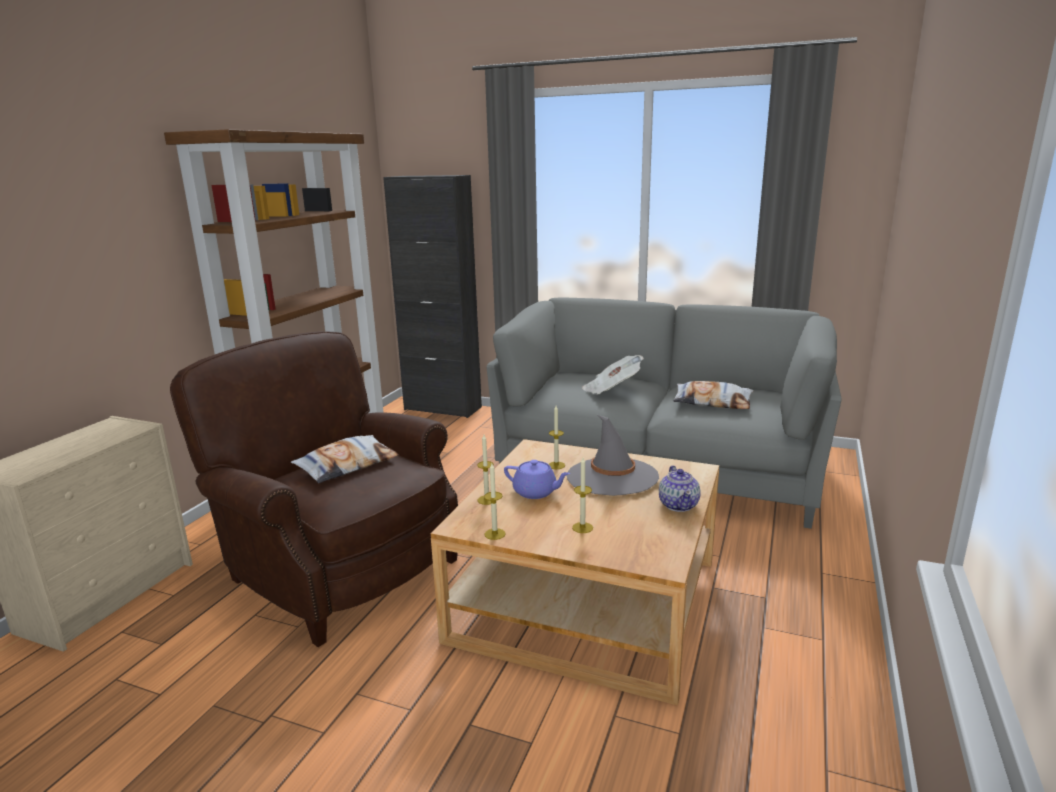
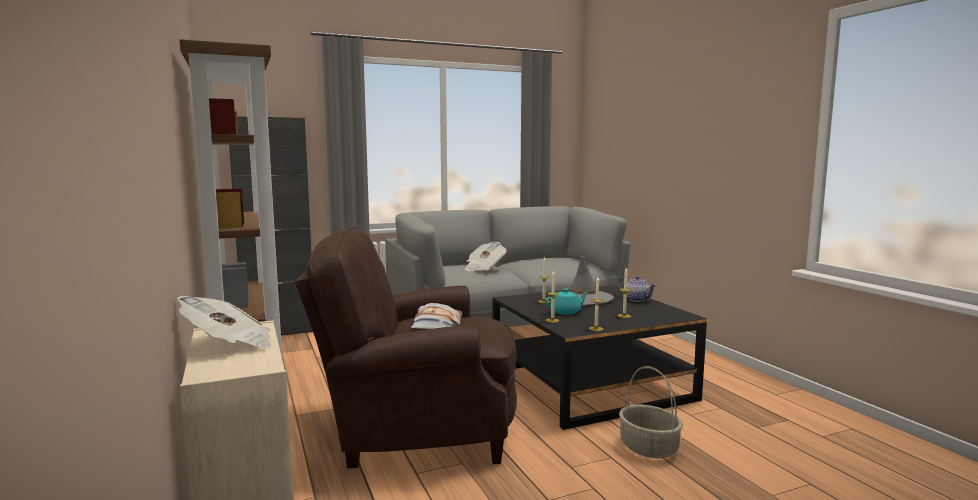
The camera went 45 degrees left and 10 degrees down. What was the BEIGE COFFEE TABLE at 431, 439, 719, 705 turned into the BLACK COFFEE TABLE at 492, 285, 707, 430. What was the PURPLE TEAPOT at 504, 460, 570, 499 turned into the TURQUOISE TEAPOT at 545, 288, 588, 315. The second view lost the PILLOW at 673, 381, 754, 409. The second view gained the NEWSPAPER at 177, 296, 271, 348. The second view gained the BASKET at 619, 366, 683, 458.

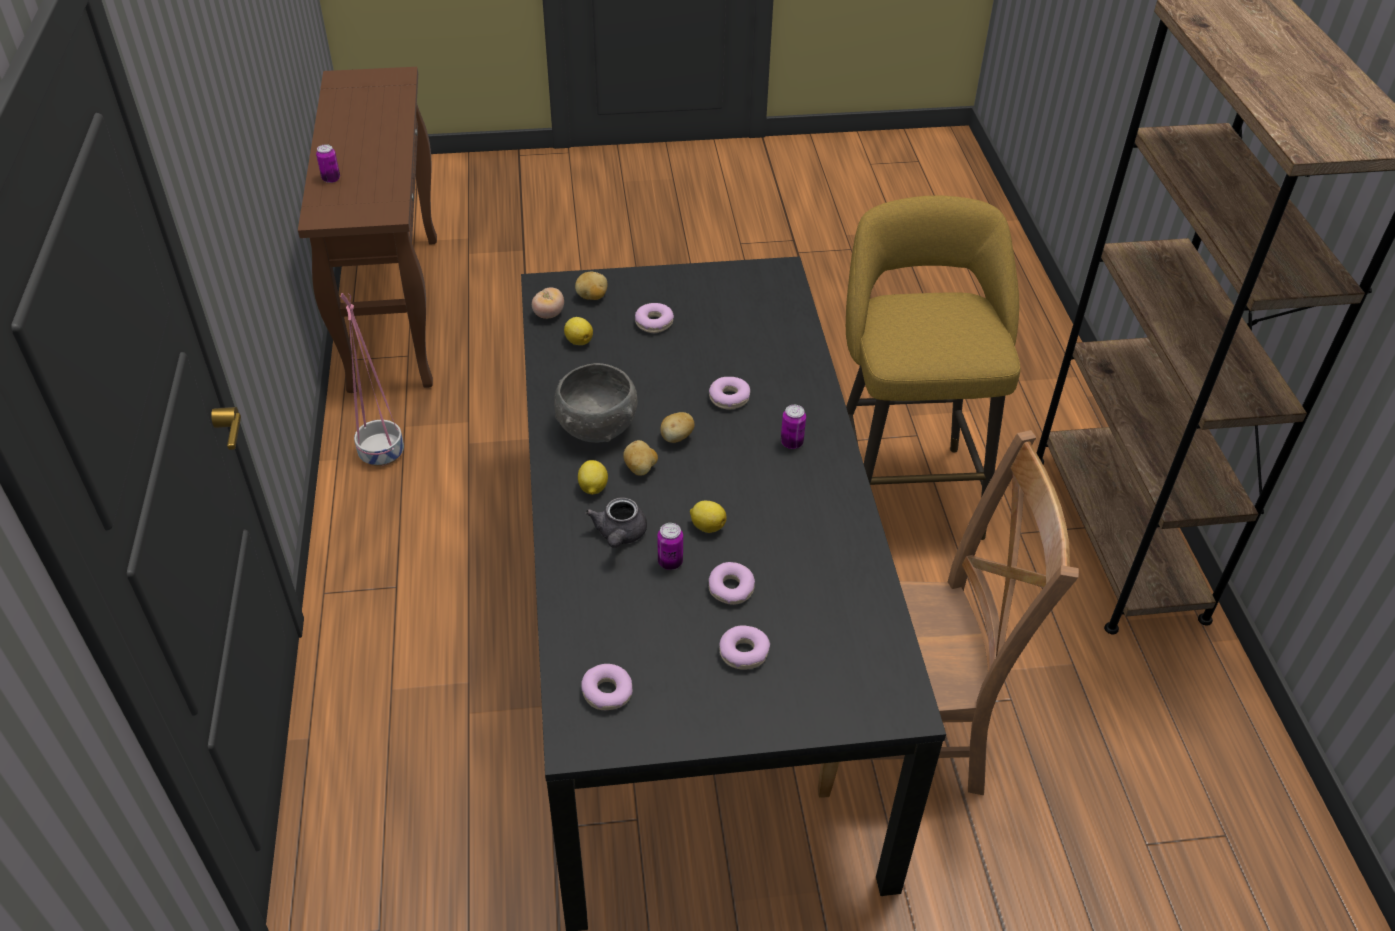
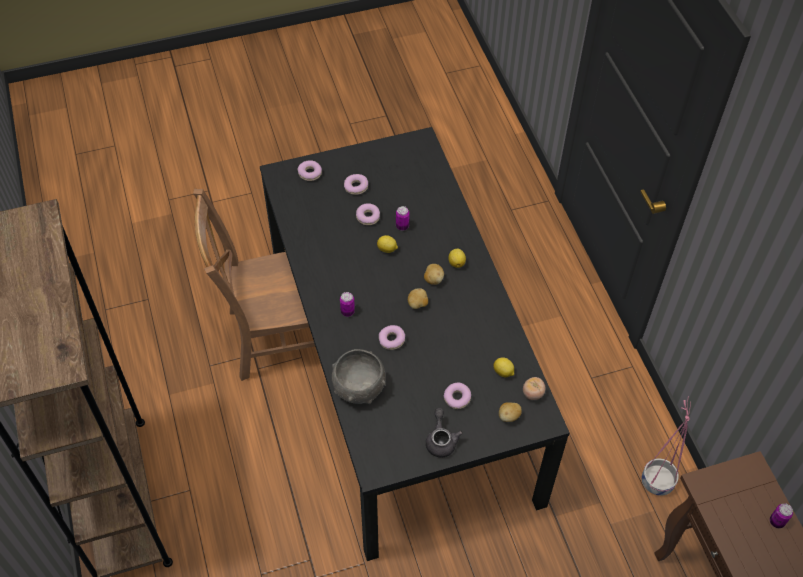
The camera went 170 degrees right and 10 degrees up. The GREY BOWL ended up elsewhere, having gone from 554, 363, 637, 443 to 332, 349, 386, 404. The DONUT ended up elsewhere, having gone from 581, 664, 633, 710 to 297, 160, 322, 181. The GREY TEAPOT ended up elsewhere, having gone from 585, 498, 647, 548 to 426, 408, 463, 458. The second view lost the YELLOW STOOL at 846, 195, 1020, 540.

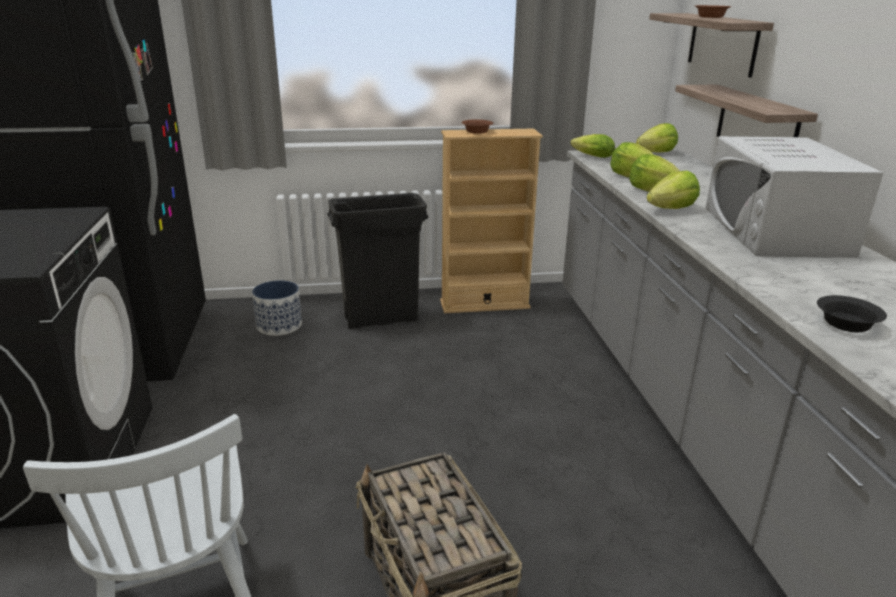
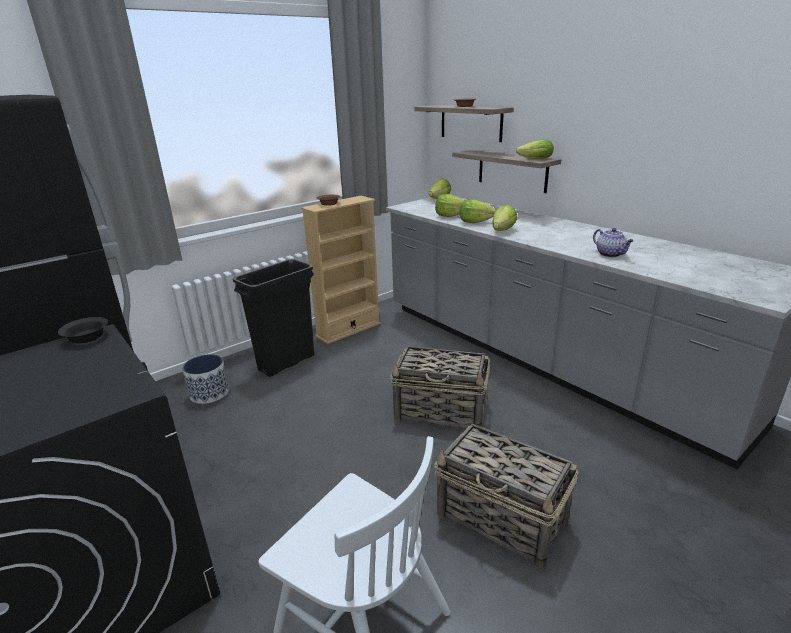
The camera went 30 degrees left and 0 degrees up. The LETTUCE ended up elsewhere, having gone from 571, 134, 615, 158 to 516, 140, 554, 159. The second view lost the WHITE MICROWAVE at 706, 136, 883, 258. The BLACK BOWL ended up elsewhere, having gone from 817, 295, 887, 332 to 58, 317, 108, 343. The second view gained the BASKET at 390, 346, 490, 428. The second view gained the TEAPOT at 593, 228, 634, 257.

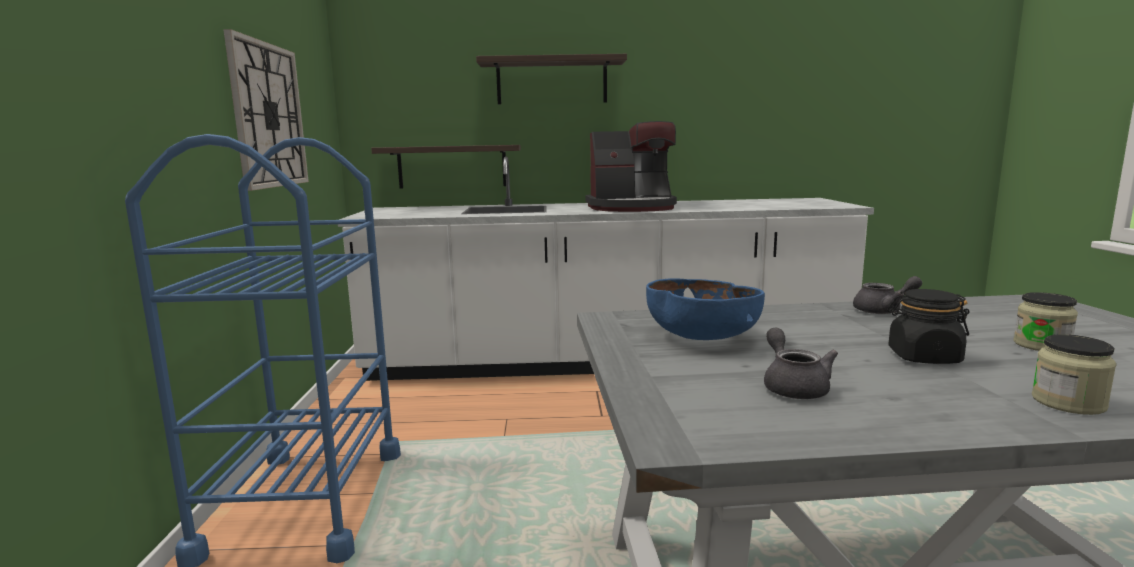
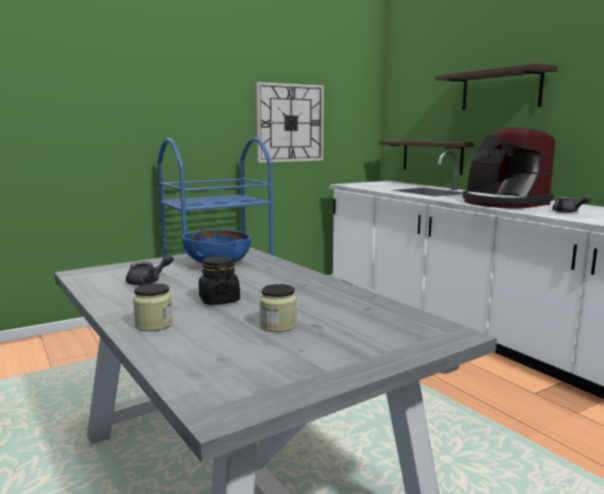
The camera went 60 degrees right and 0 degrees up. The GREY TEAPOT ended up elsewhere, having gone from 853, 276, 922, 314 to 552, 195, 591, 213.

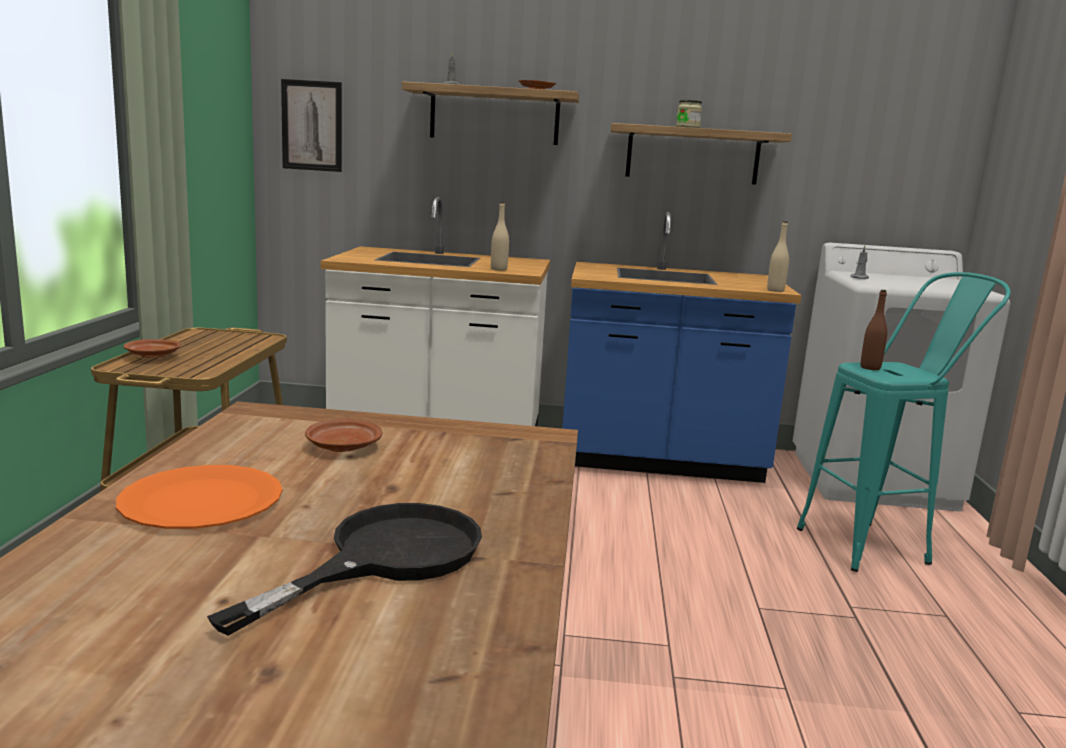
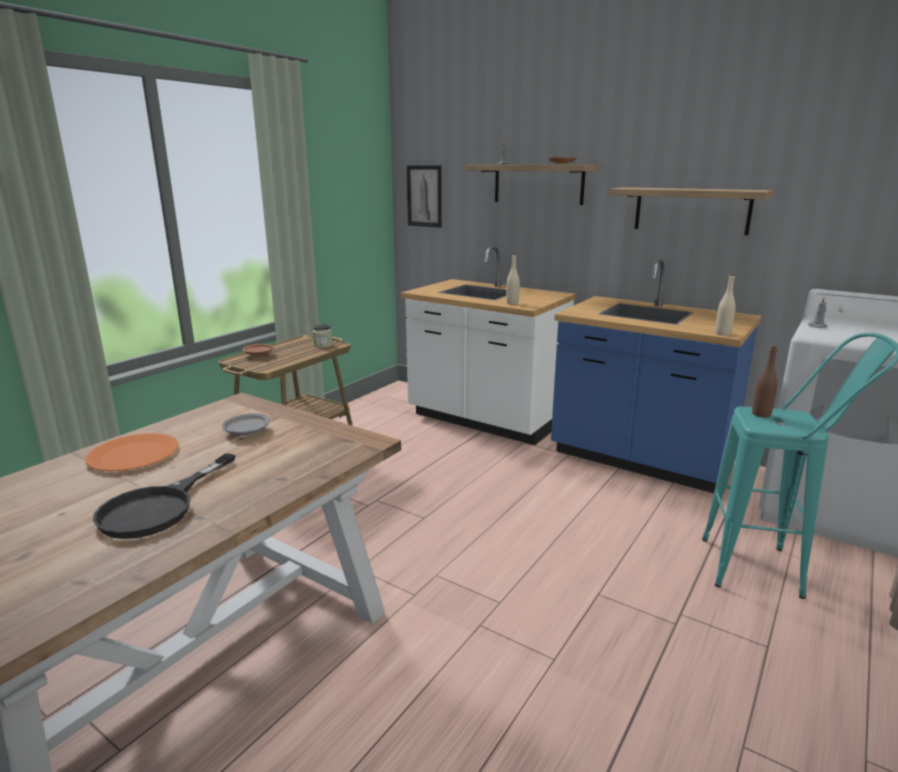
The camera went 30 degrees right and 5 degrees up. The BLACK FRYING PAN at 207, 503, 482, 636 ended up facing another way, 135 degrees clockwise from before. What was the BROWN PLATE at 305, 419, 382, 452 turned into the GREY PLATE at 222, 413, 270, 435. The JAR ended up elsewhere, having gone from 676, 100, 702, 128 to 313, 324, 333, 348.

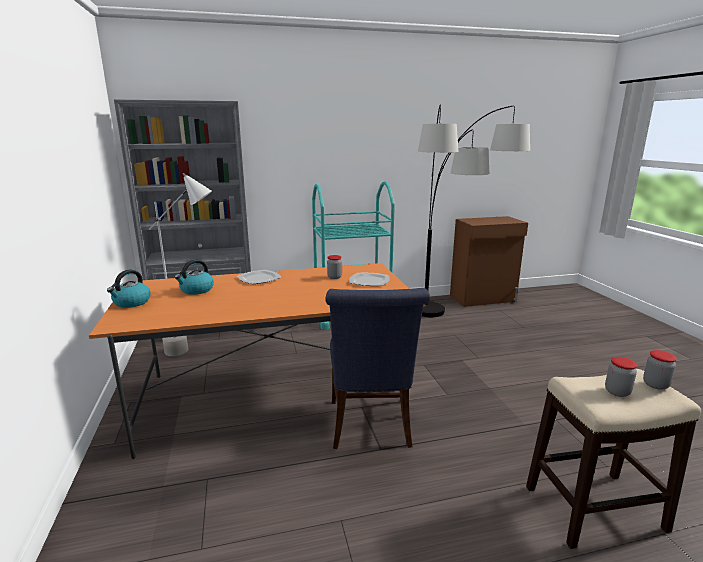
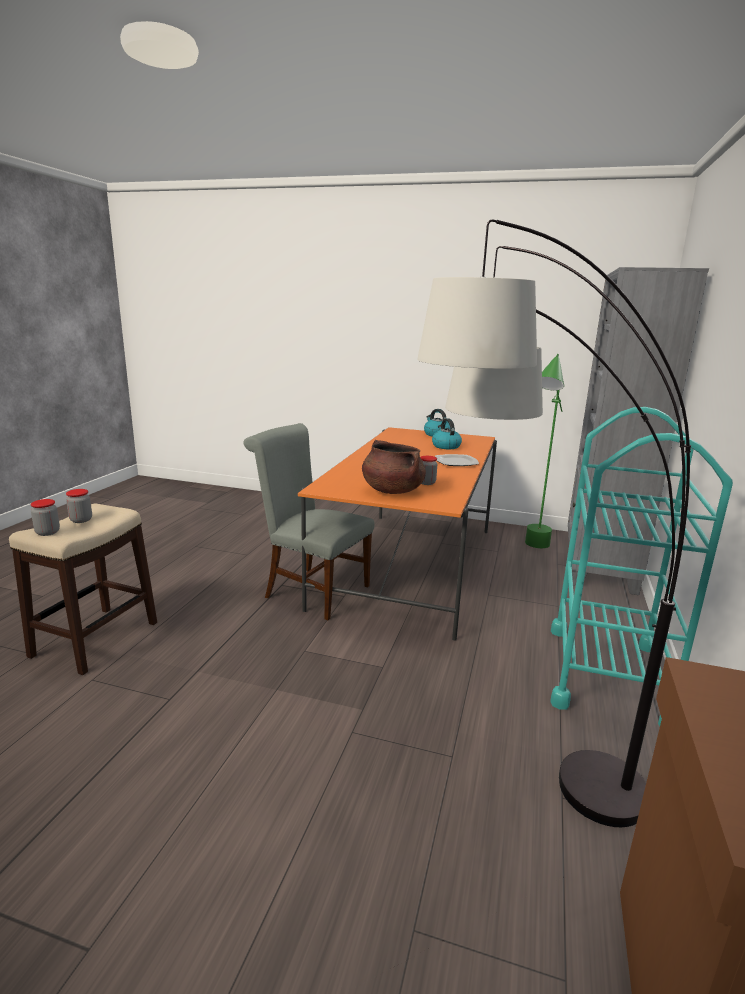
The camera went 120 degrees right and 0 degrees up. What was the GREY FLOOR LAMP at 149, 173, 212, 356 turned into the GREEN FLOOR LAMP at 525, 354, 564, 548. What was the BLUE CHAIR at 325, 288, 430, 449 turned into the GREY CHAIR at 244, 423, 375, 620. Where the PLATE stood at 349, 273, 390, 286, the BROWN COOKING POT came to stand at 362, 440, 426, 494.

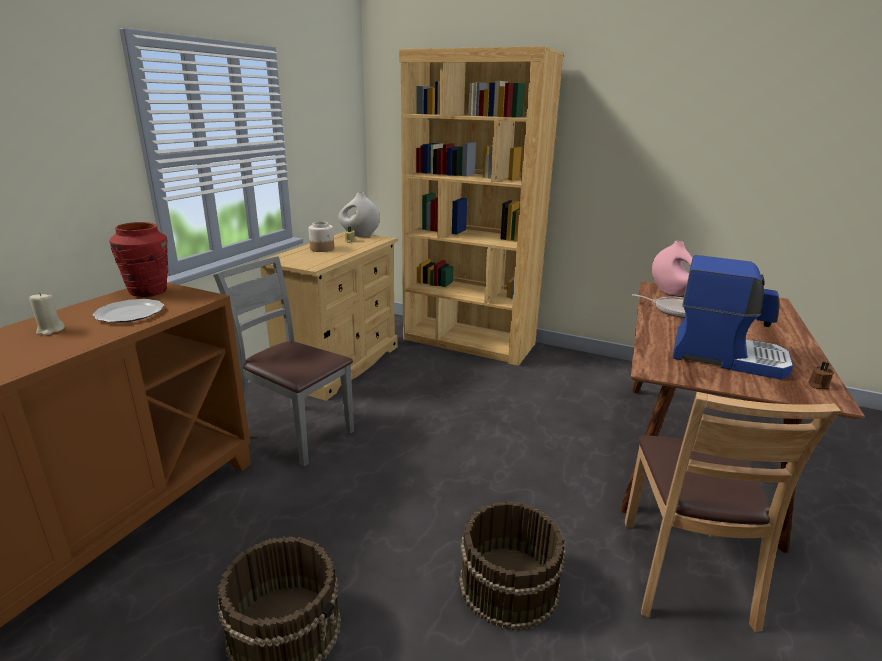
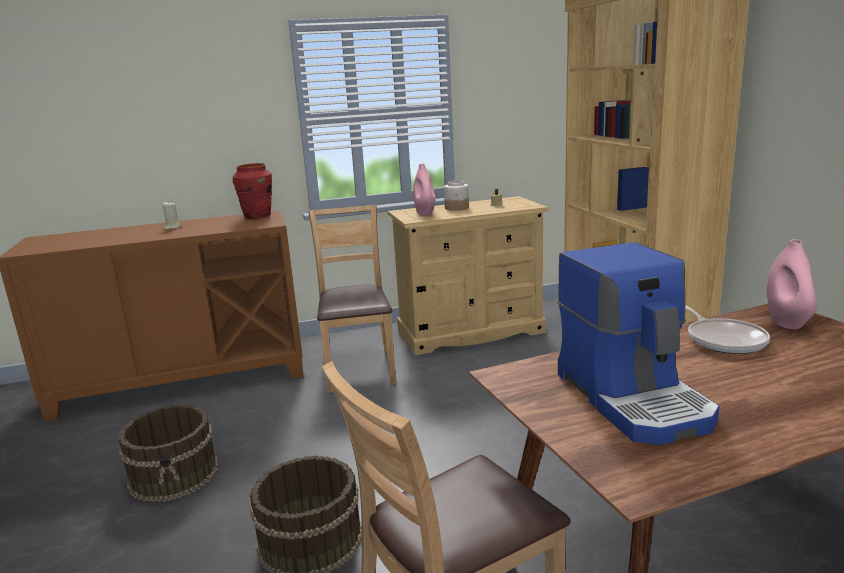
The camera went 50 degrees right and 5 degrees down. The second view lost the PLATE at 92, 299, 164, 323. What was the GREY CHAIR at 213, 256, 354, 467 turned into the BROWN CHAIR at 308, 205, 396, 393. The second view lost the WHITE VASE at 338, 192, 380, 237. The second view lost the BROWN CANDLE at 808, 362, 834, 389. The second view gained the PINK VASE at 413, 164, 435, 215.

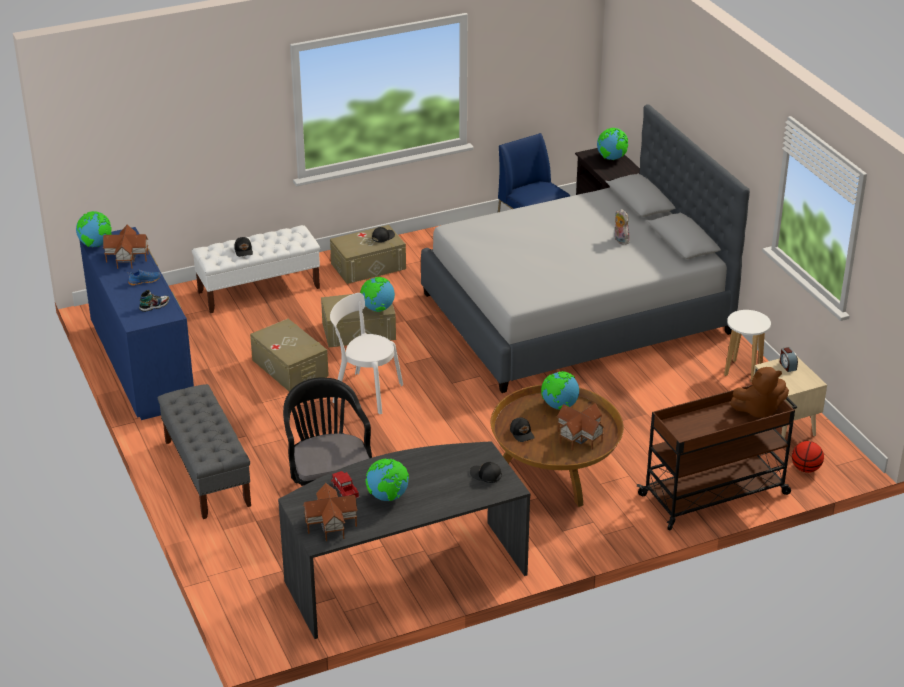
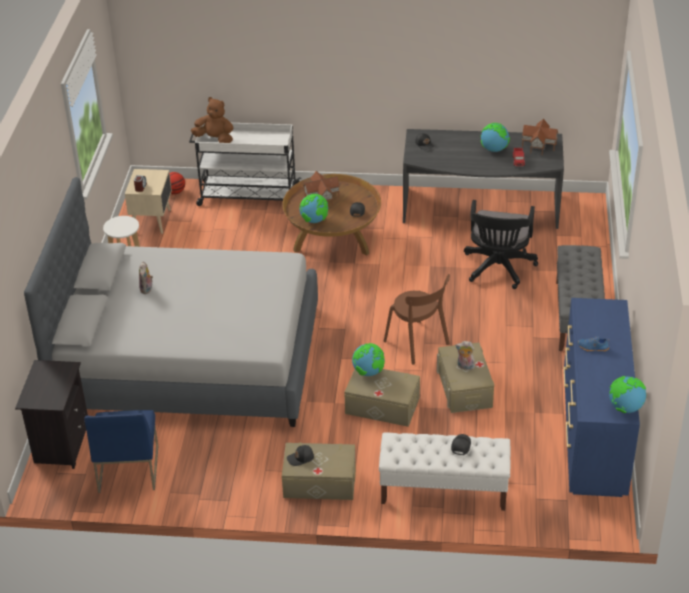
The camera went 150 degrees left and 5 degrees up. The second view lost the TOY HOUSE at 103, 225, 149, 269. The second view lost the SHOE at 139, 290, 169, 312. What was the WHITE CHAIR at 330, 293, 403, 414 turned into the BROWN CHAIR at 384, 274, 450, 365. The second view lost the GLOBE at 597, 128, 628, 160. What was the BROWN CART at 637, 385, 797, 530 turned into the WHITE CART at 189, 122, 301, 206. The second view gained the PLUSH TOY at 455, 341, 476, 370.

